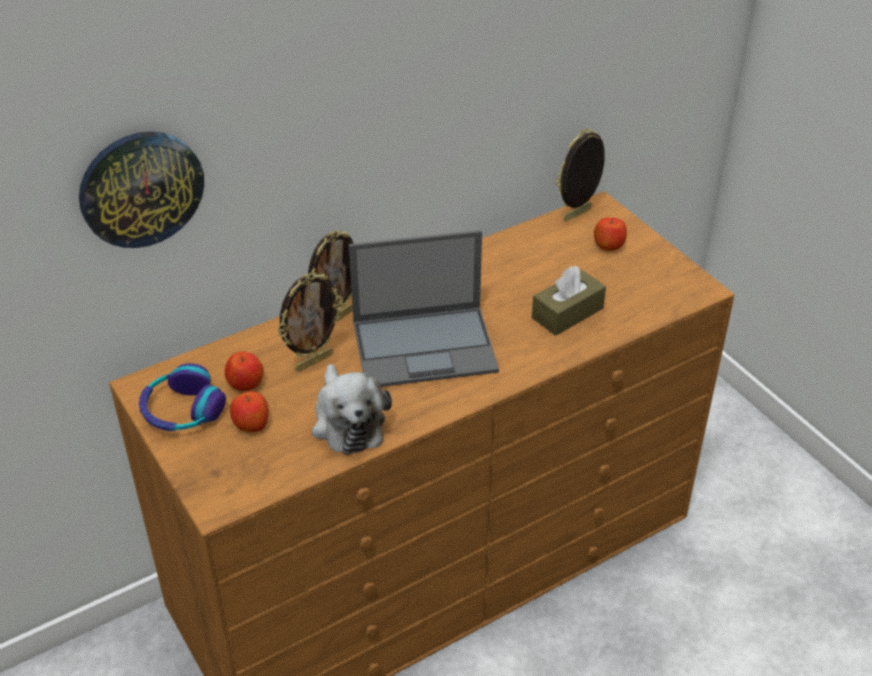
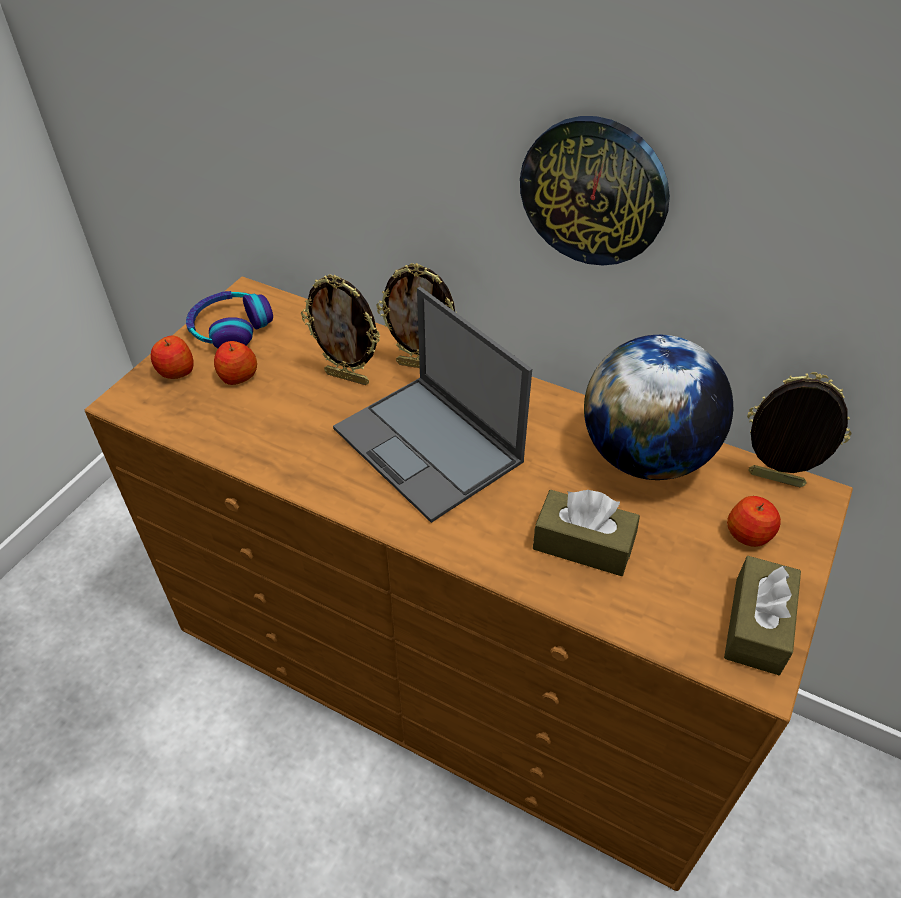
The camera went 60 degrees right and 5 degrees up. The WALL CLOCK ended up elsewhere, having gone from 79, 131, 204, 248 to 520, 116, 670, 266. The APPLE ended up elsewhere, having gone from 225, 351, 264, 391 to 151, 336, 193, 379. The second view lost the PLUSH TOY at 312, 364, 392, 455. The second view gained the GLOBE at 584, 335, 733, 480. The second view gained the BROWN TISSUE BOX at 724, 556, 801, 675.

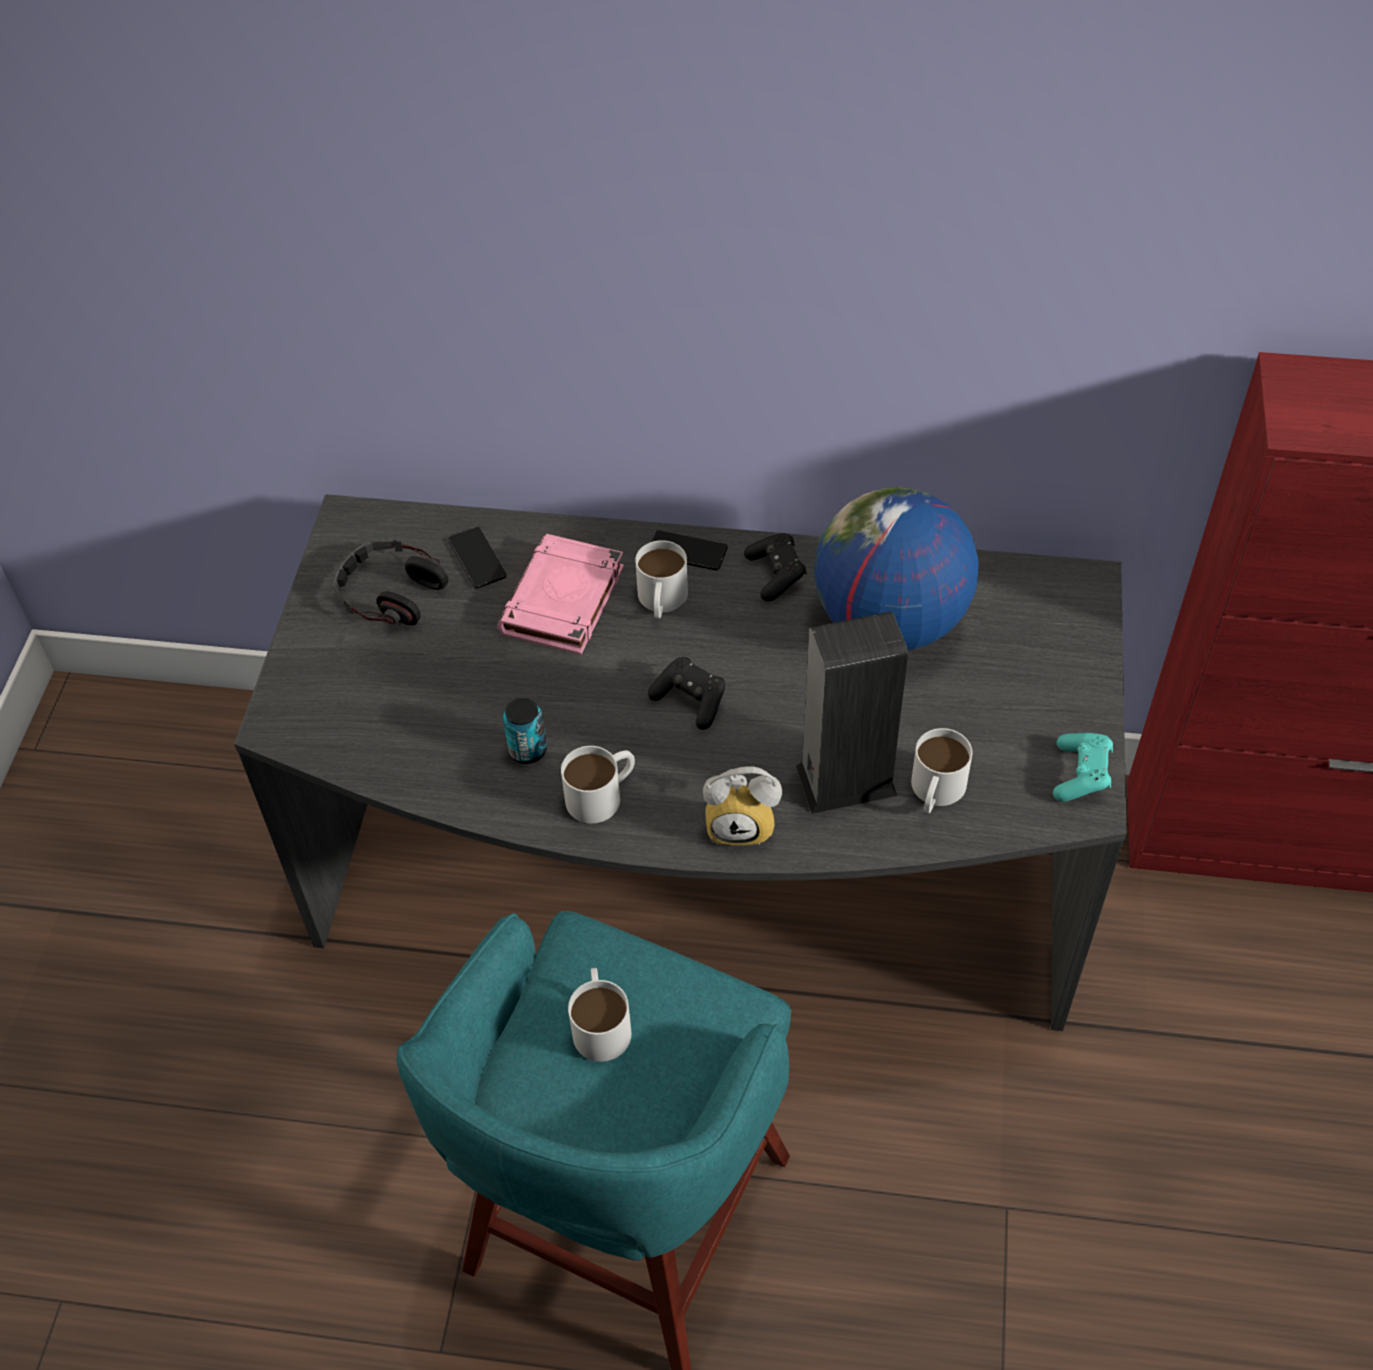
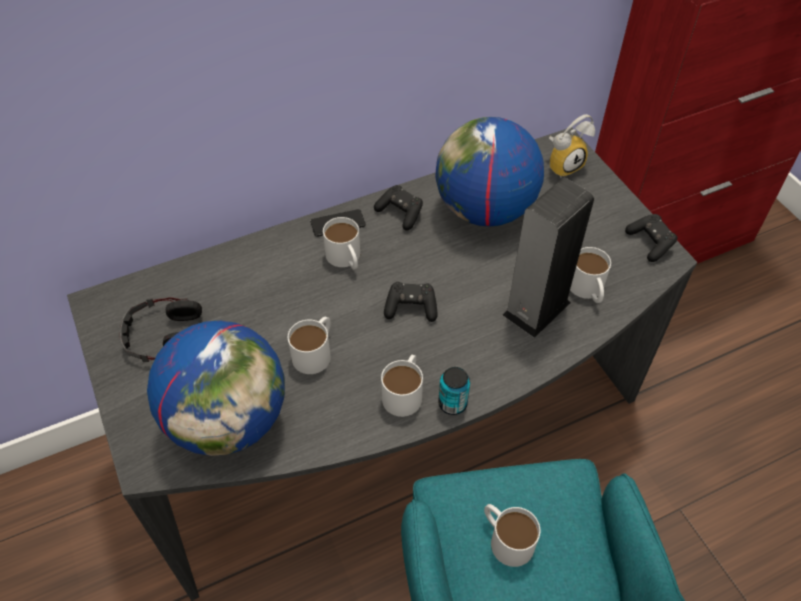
The camera went 35 degrees left and 0 degrees up. The second view lost the PHONE at 448, 527, 507, 589. The second view lost the PINK BOOK at 497, 534, 624, 655. The CAN ended up elsewhere, having gone from 503, 698, 547, 764 to 438, 367, 470, 415. The ALARM CLOCK ended up elsewhere, having gone from 703, 767, 782, 845 to 549, 114, 595, 178. What was the TURQUOISE GAME CONTROLLER at 1053, 733, 1113, 802 turned into the BLACK GAME CONTROLLER at 625, 214, 677, 262. The second view gained the GLOBE at 147, 320, 285, 456. The second view gained the WHITE MUG at 288, 316, 331, 374.

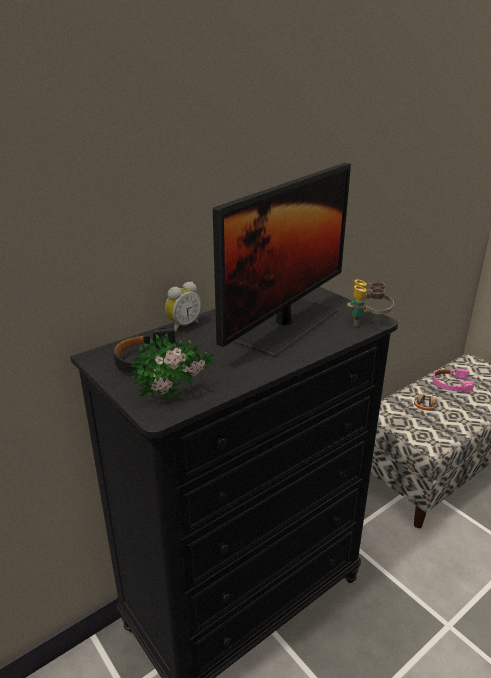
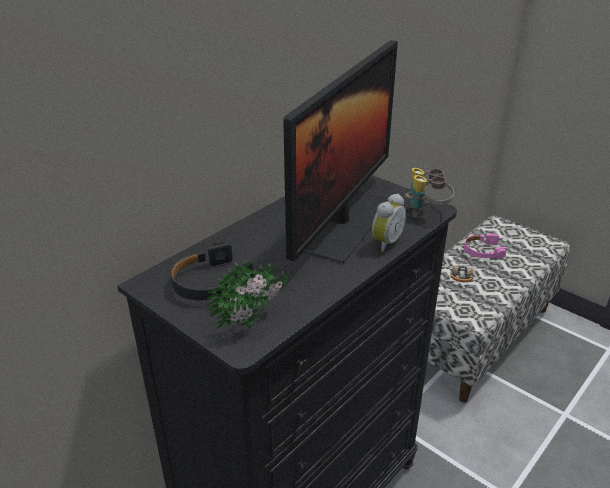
The camera went 10 degrees left and 5 degrees up. The ALARM CLOCK ended up elsewhere, having gone from 165, 281, 201, 332 to 372, 193, 406, 252.

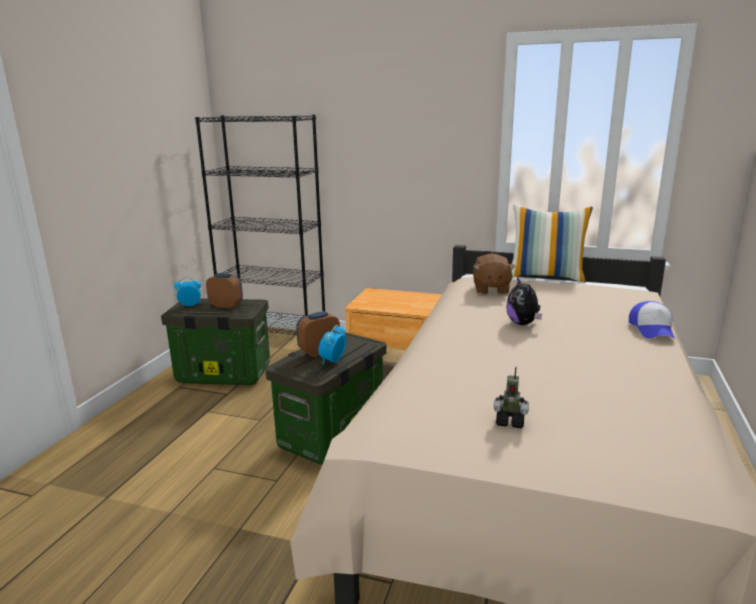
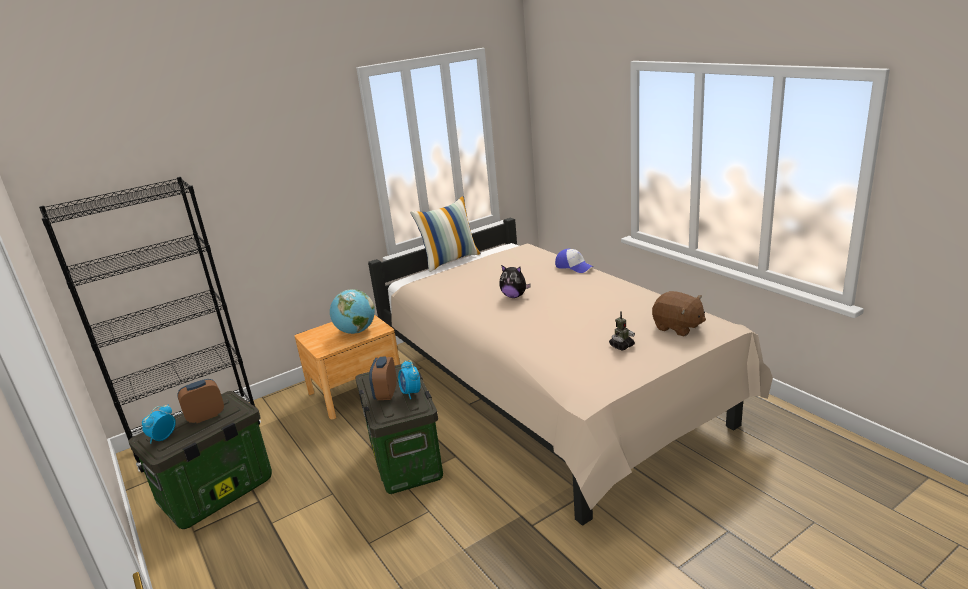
The camera went 50 degrees left and 5 degrees up. The BROWN PLUSH TOY ended up elsewhere, having gone from 473, 254, 516, 295 to 652, 291, 706, 336. The second view gained the GLOBE at 330, 289, 375, 334.

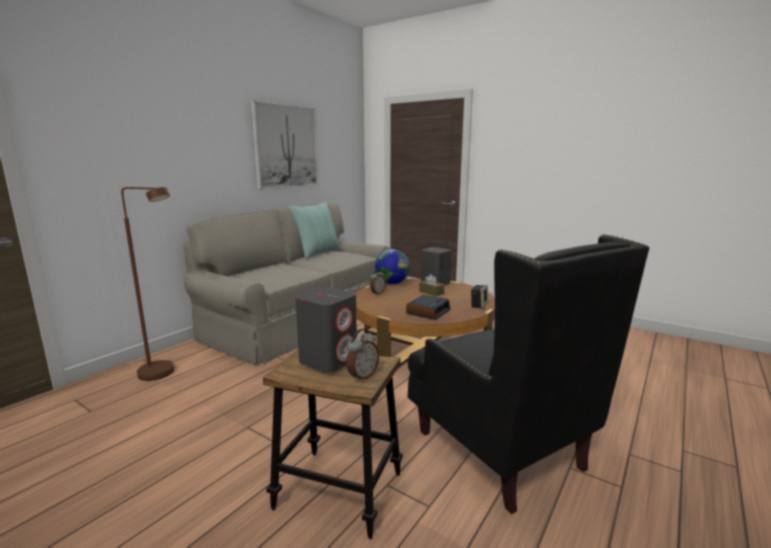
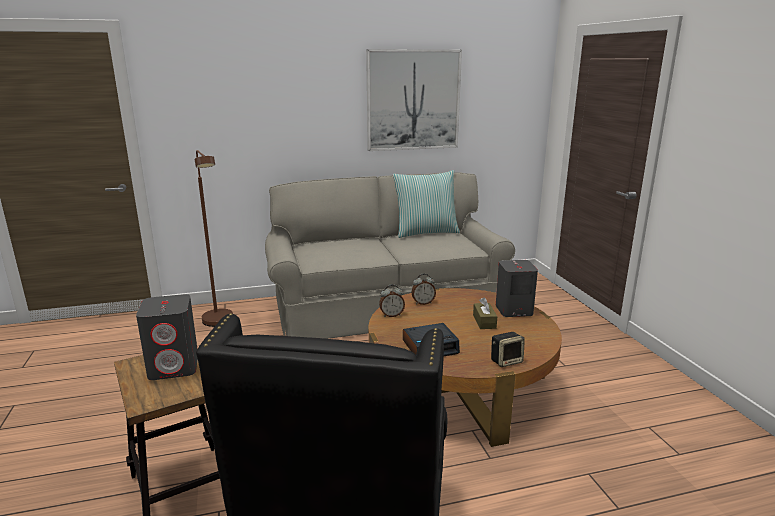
The camera went 40 degrees right and 5 degrees up. The ALARM CLOCK ended up elsewhere, having gone from 346, 329, 379, 382 to 379, 284, 405, 317. The second view lost the GLOBE at 375, 249, 410, 284.

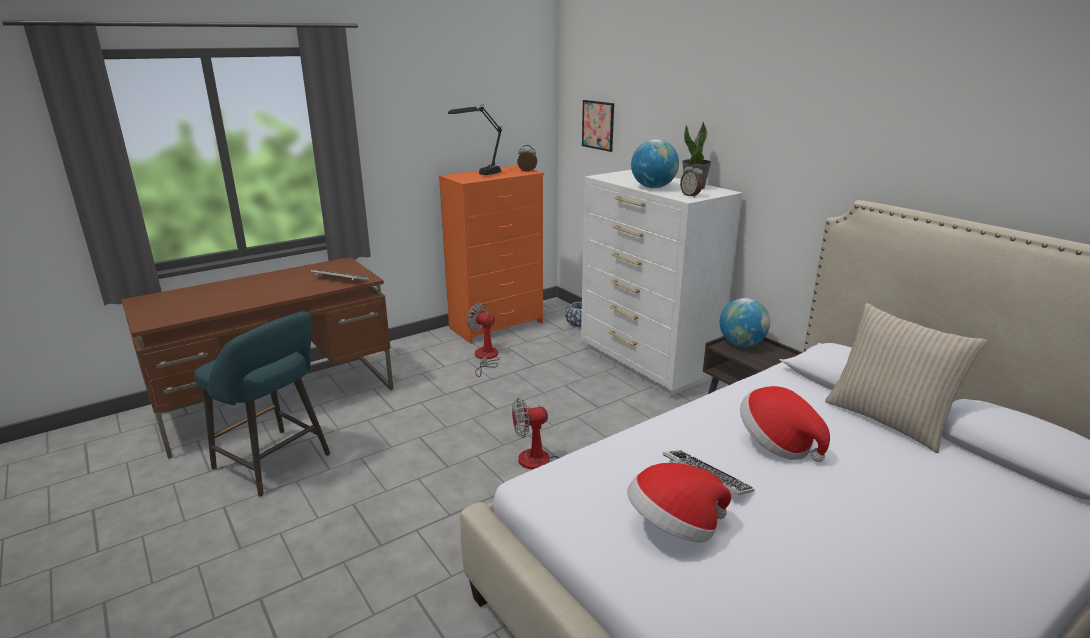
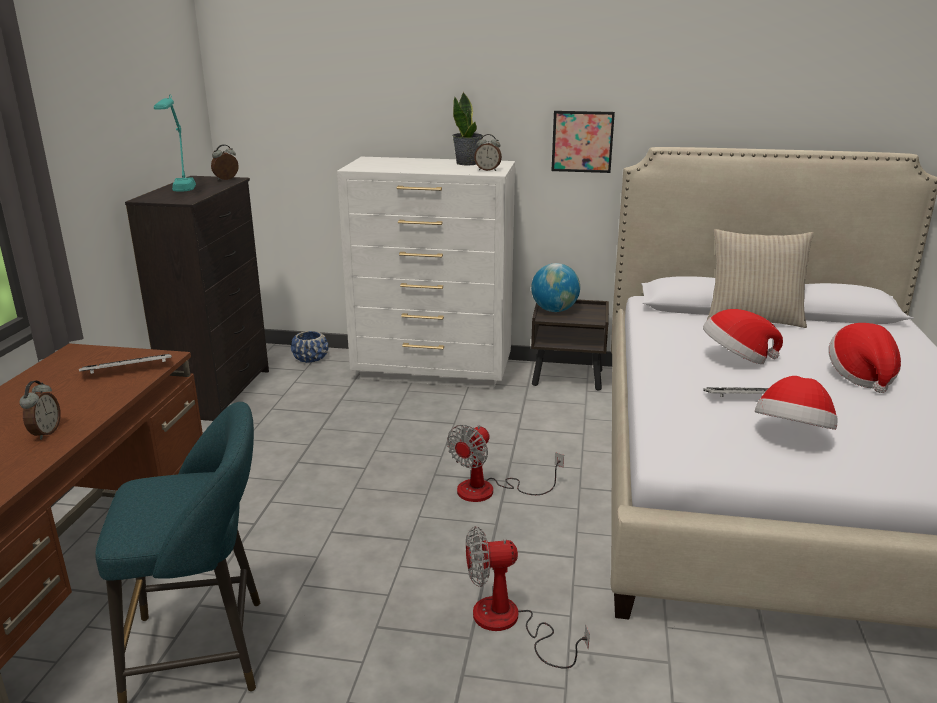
The camera went 45 degrees left and 0 degrees up. What was the ORANGE DRESSER at 439, 166, 544, 344 turned into the BLACK DRESSER at 125, 176, 269, 421. What was the BLACK TABLE LAMP at 448, 104, 502, 175 turned into the TURQUOISE TABLE LAMP at 154, 94, 196, 192. The FAN ended up elsewhere, having gone from 467, 302, 500, 377 to 466, 526, 590, 669. The PICTURE ended up elsewhere, having gone from 582, 100, 614, 152 to 552, 111, 615, 173. The second view lost the GLOBE at 631, 139, 679, 188. The second view gained the ALARM CLOCK at 19, 381, 61, 440. The second view gained the HAT at 828, 323, 901, 393.

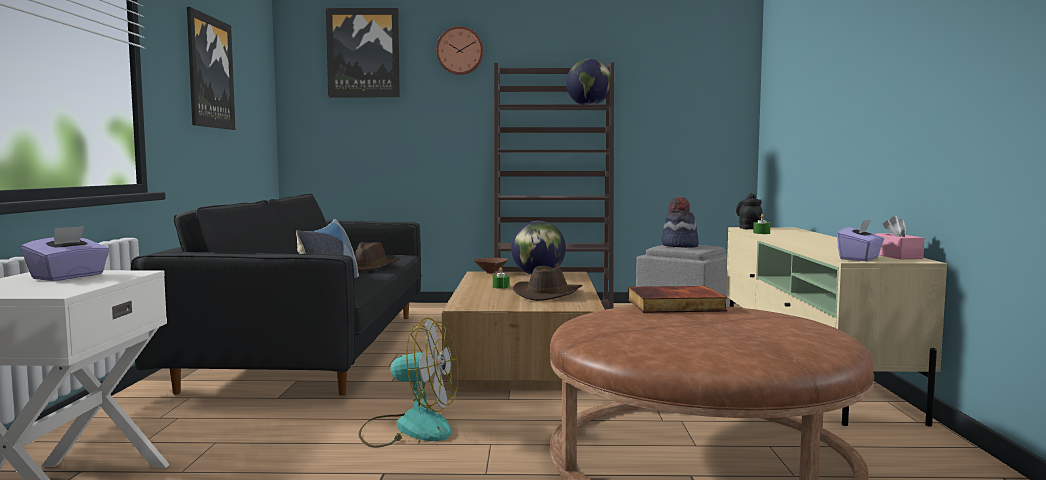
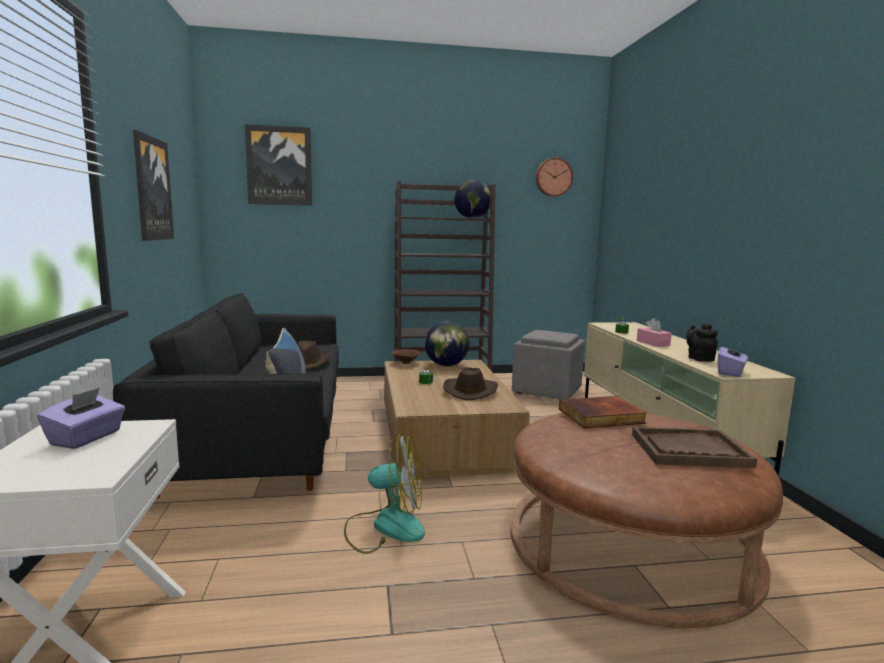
The camera went 10 degrees left and 5 degrees up. The WALL CLOCK ended up elsewhere, having gone from 436, 26, 484, 75 to 536, 158, 573, 197. The second view lost the HAT at 661, 197, 699, 248. The BLACK TEAPOT ended up elsewhere, having gone from 736, 193, 762, 229 to 686, 323, 718, 362. The PINK TISSUE BOX ended up elsewhere, having gone from 872, 215, 925, 259 to 637, 318, 672, 347. The second view gained the BROWN TRAY at 632, 427, 757, 468.

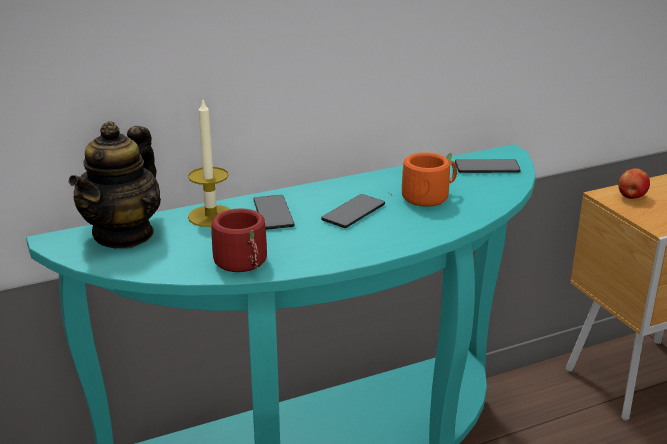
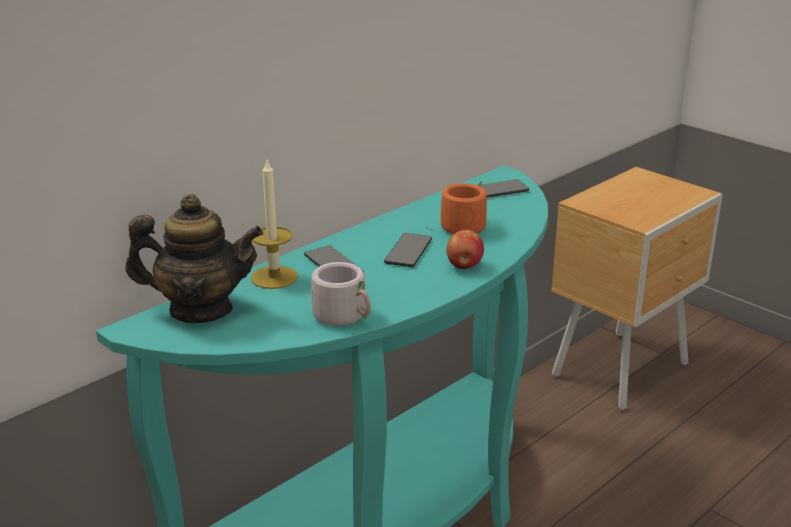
The camera went 20 degrees left and 0 degrees up. The TEAPOT at 68, 121, 161, 249 ended up facing another way, 90 degrees counterclockwise from before. What was the RED MUG at 212, 208, 267, 272 turned into the GREY MUG at 311, 262, 371, 326. The APPLE ended up elsewhere, having gone from 618, 168, 650, 199 to 446, 230, 484, 269.

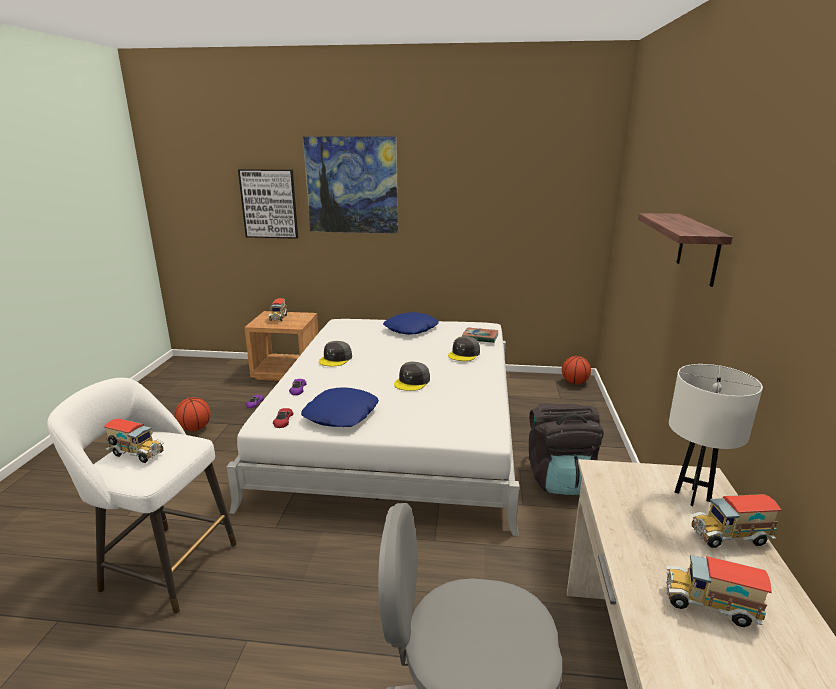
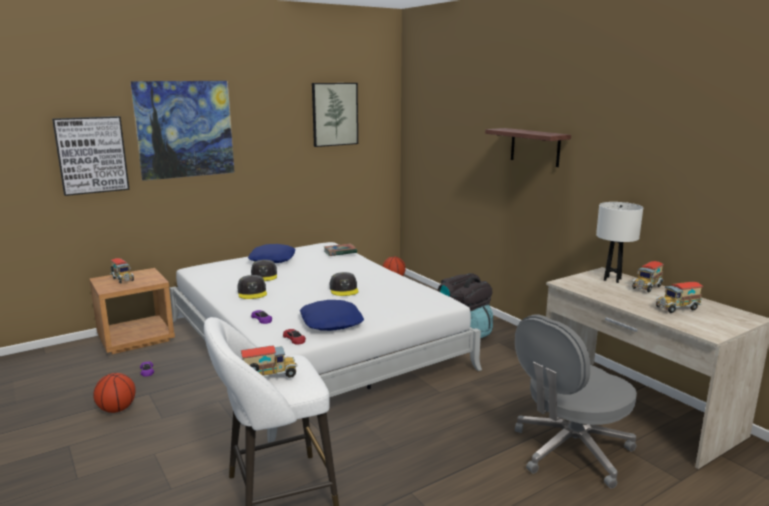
The camera went 40 degrees left and 5 degrees down. The GREY CAP ended up elsewhere, having gone from 448, 336, 480, 361 to 251, 260, 277, 281. The second view gained the PICTURE at 312, 83, 358, 147.

